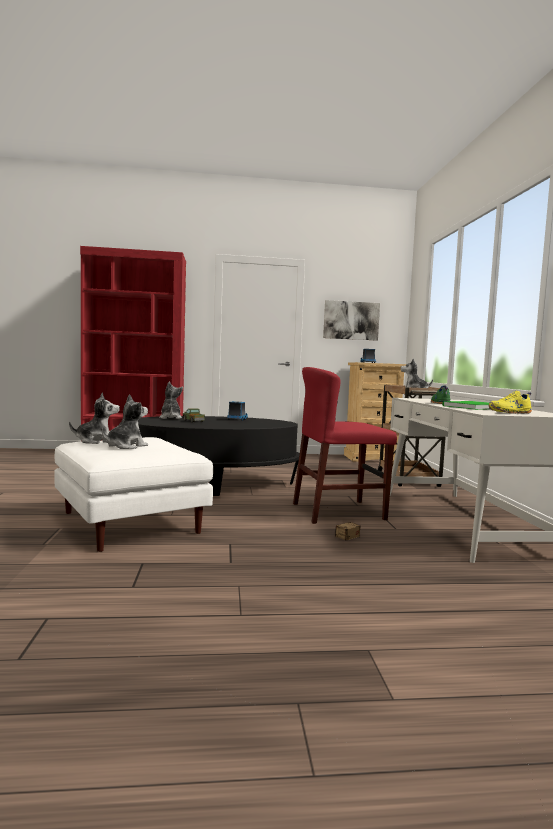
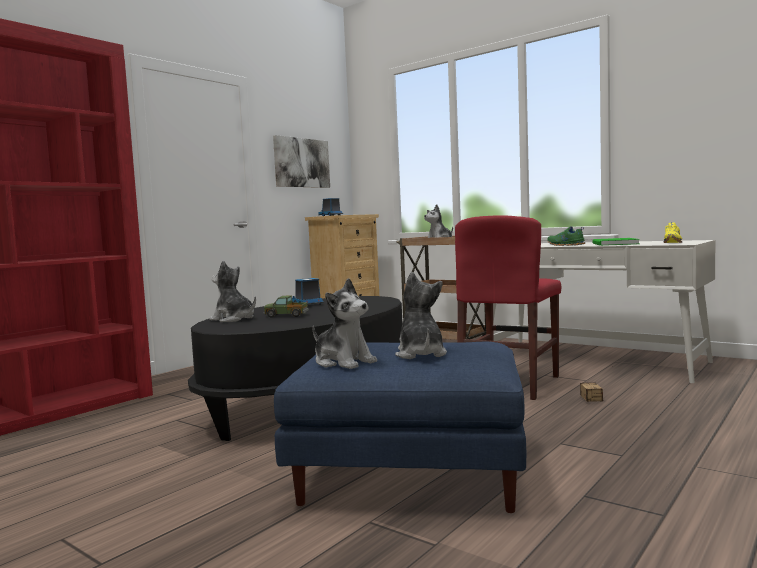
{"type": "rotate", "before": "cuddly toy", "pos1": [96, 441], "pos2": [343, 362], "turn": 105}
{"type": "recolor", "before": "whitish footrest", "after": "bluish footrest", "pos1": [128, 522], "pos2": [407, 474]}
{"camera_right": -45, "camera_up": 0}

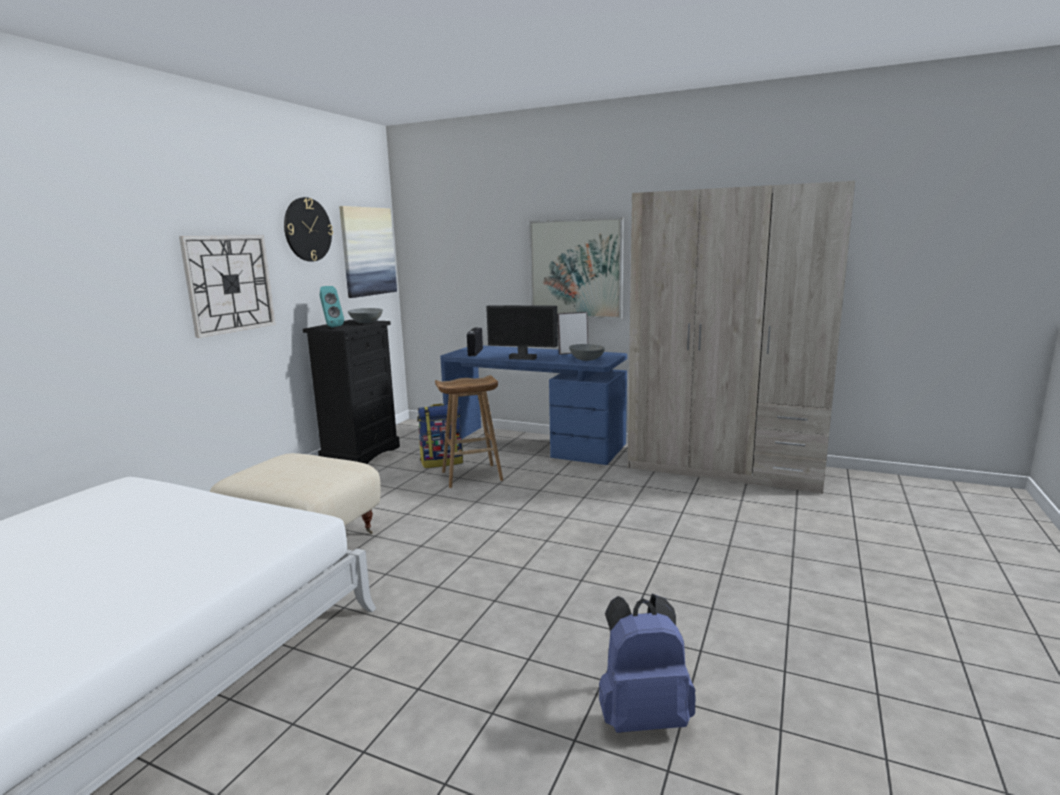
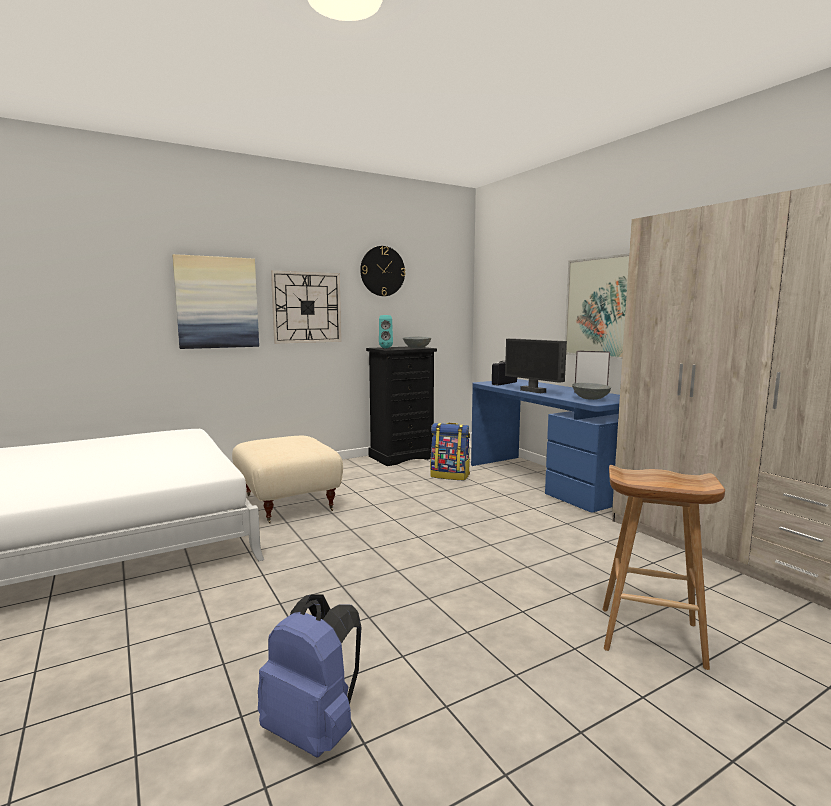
{"type": "move", "before": "picture", "pos1": [368, 251], "pos2": [217, 302]}
{"type": "move", "before": "brownish sitting stool", "pos1": [471, 476], "pos2": [649, 637]}
{"camera_right": 35, "camera_up": -5}

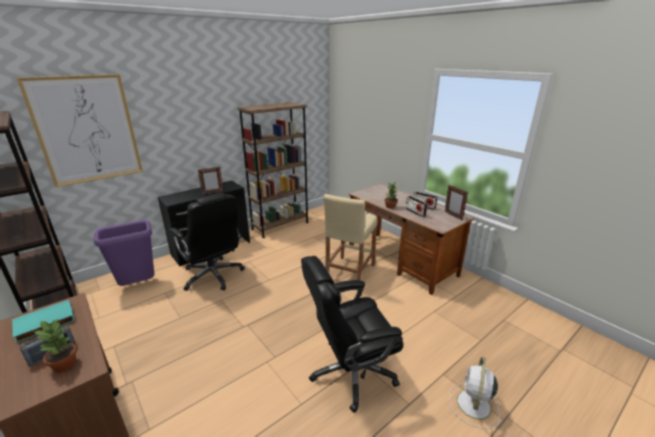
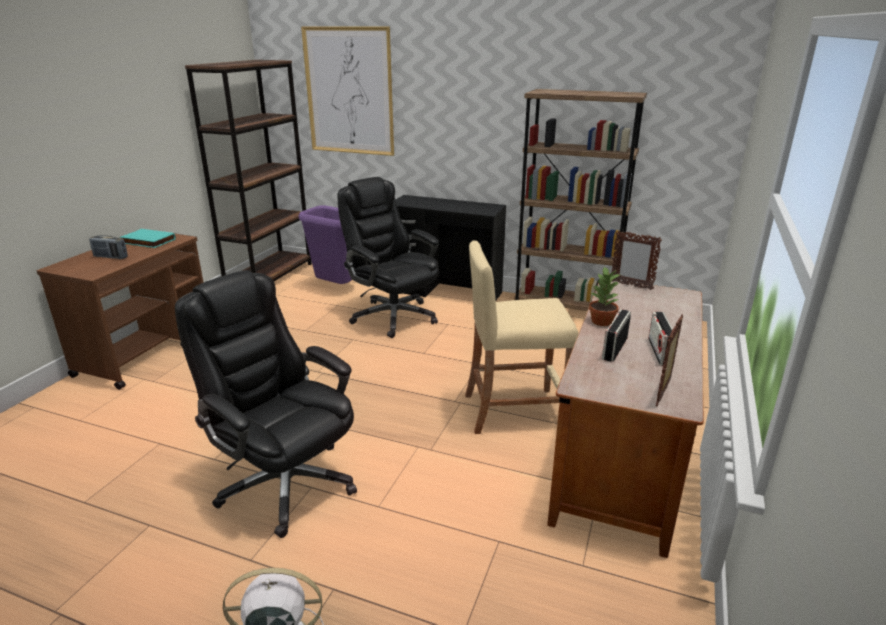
{"type": "move", "before": "picture frame", "pos1": [212, 193], "pos2": [631, 285]}
{"type": "rotate", "before": "black computer chair", "pos1": [213, 276], "pos2": [392, 316], "turn": 120}
{"type": "delete", "before": "houseplant", "pos1": [65, 364]}
{"camera_right": 60, "camera_up": 0}

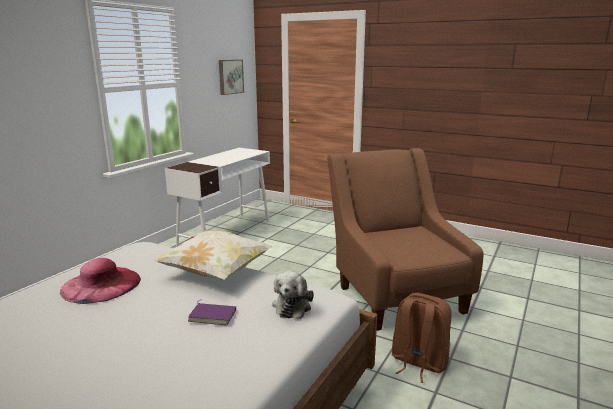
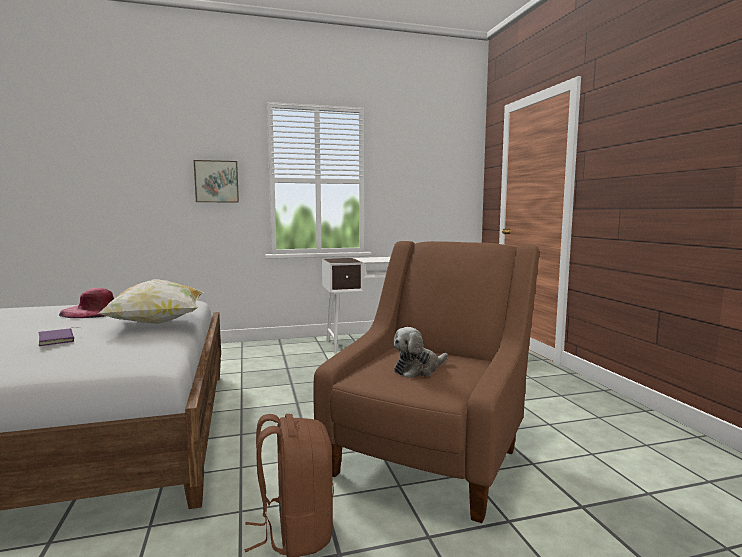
{"type": "move", "before": "picture", "pos1": [230, 76], "pos2": [216, 181]}
{"type": "move", "before": "cuddly toy", "pos1": [292, 305], "pos2": [418, 369]}
{"camera_right": 45, "camera_up": -10}

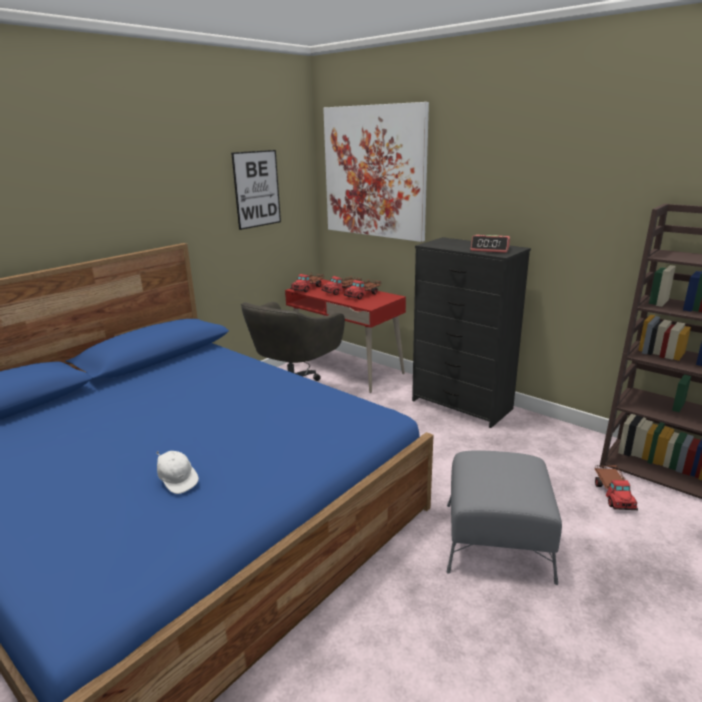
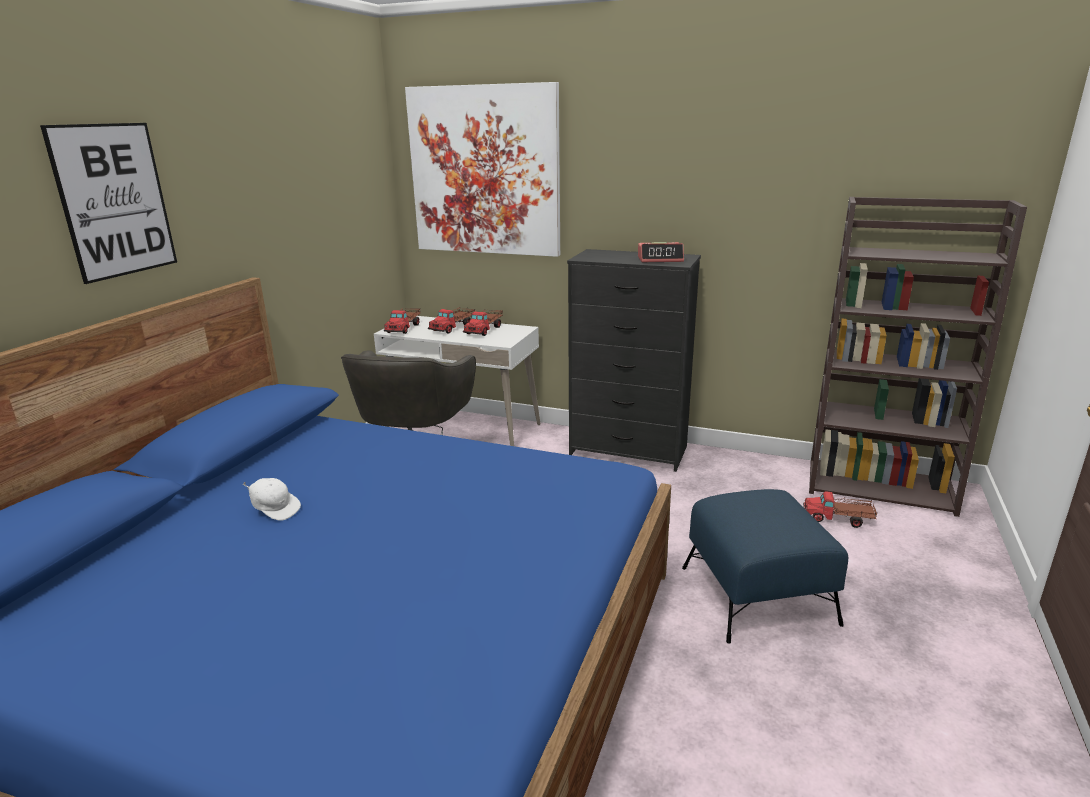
{"type": "move", "before": "picture", "pos1": [257, 189], "pos2": [114, 201]}
{"type": "recolor", "before": "red desk table", "after": "whitish desk table", "pos1": [346, 369], "pos2": [463, 429]}
{"type": "recolor", "before": "greyish footrest", "after": "bluish footrest", "pos1": [496, 541], "pos2": [757, 595]}
{"type": "move", "before": "whitish baseball cap", "pos1": [177, 480], "pos2": [275, 509]}
{"type": "rotate", "before": "toy lorry", "pos1": [613, 494], "pos2": [838, 519], "turn": 120}
{"camera_right": -20, "camera_up": 0}

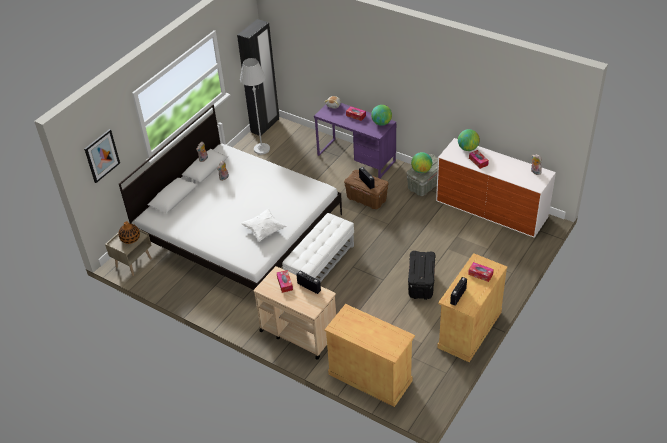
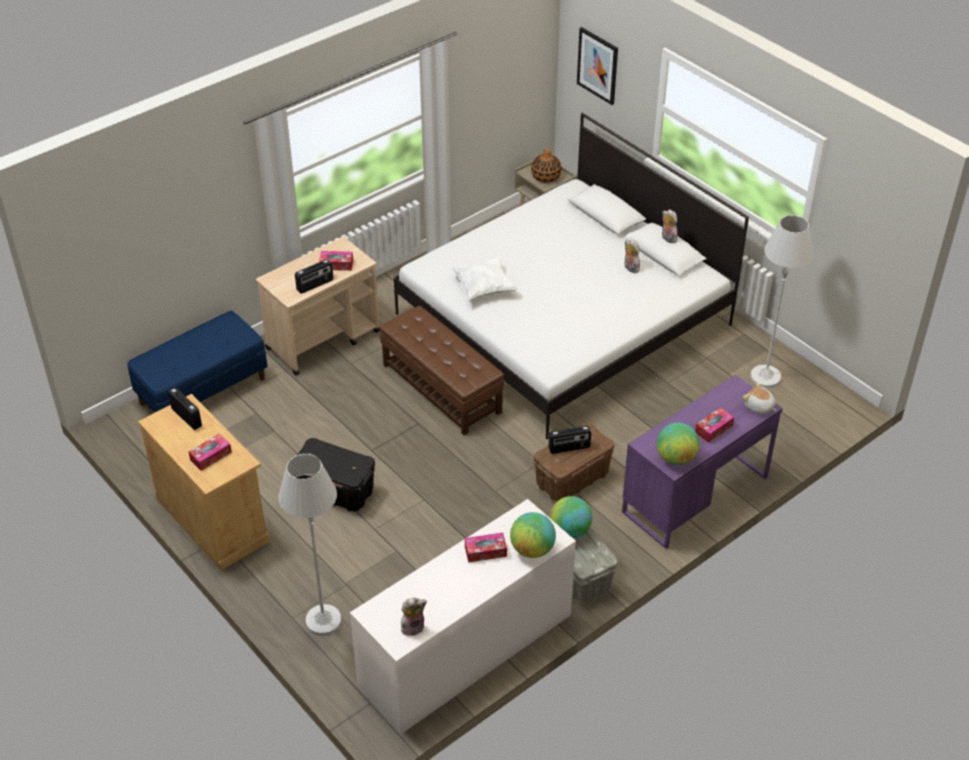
{"type": "delete", "before": "black wardrobe", "pos1": [265, 126]}
{"type": "recolor", "before": "whitish footrest", "after": "brownish footrest", "pos1": [320, 265], "pos2": [442, 388]}
{"type": "replace", "before": "beige storage cabinet", "after": "bluish indoor bench", "pos1": [370, 377], "pos2": [203, 390]}
{"type": "insert", "after": "whitish floor lamp", "pos2": [323, 620]}
{"camera_right": 105, "camera_up": 0}

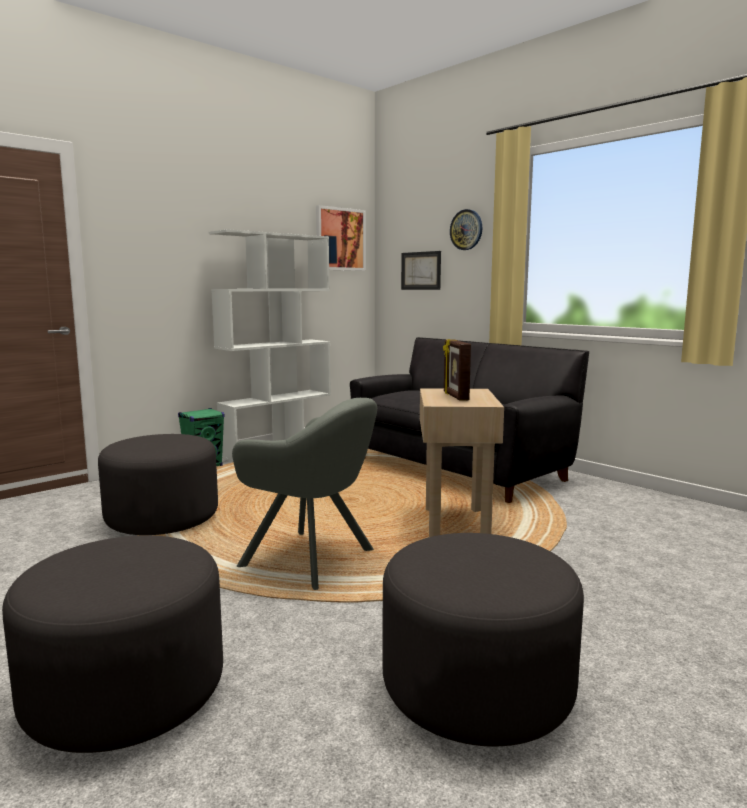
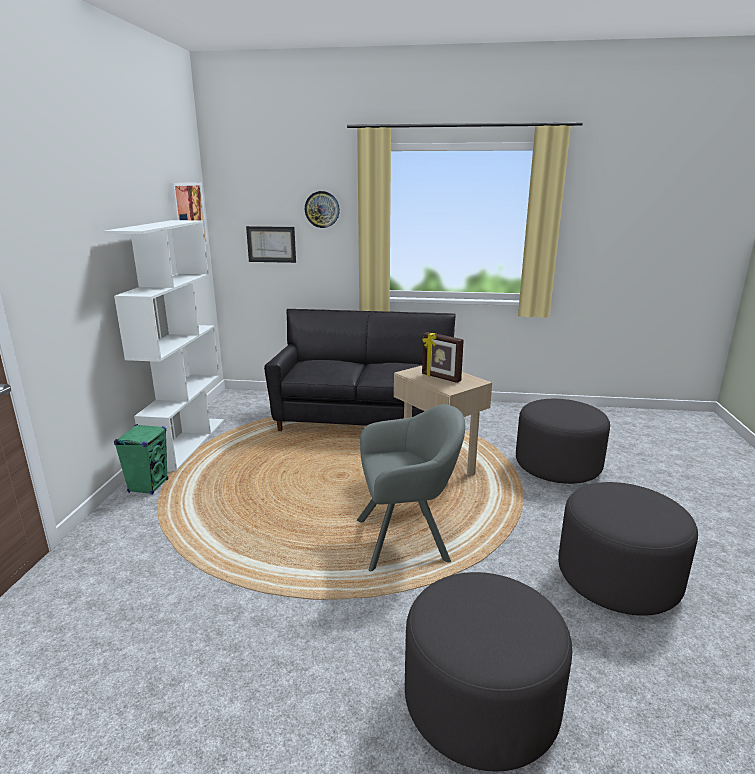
{"type": "move", "before": "greyish footrest", "pos1": [162, 518], "pos2": [558, 465]}
{"camera_right": -40, "camera_up": 10}

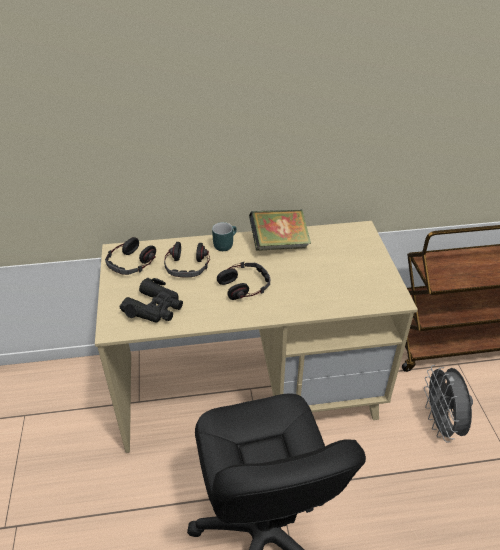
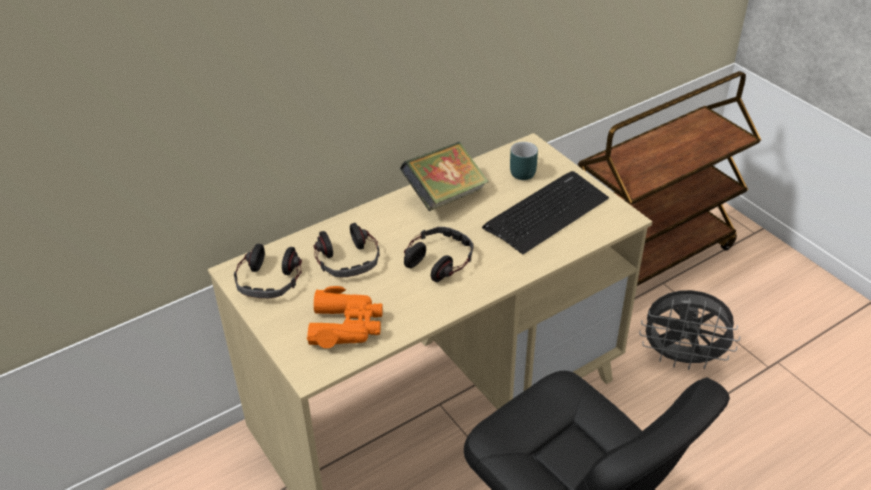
{"type": "move", "before": "blue-green tea mug", "pos1": [224, 244], "pos2": [521, 170]}
{"type": "recolor", "before": "black field glasses", "after": "orange-coloured field glasses", "pos1": [155, 308], "pos2": [346, 325]}
{"type": "rotate", "before": "greyish cooling fan", "pos1": [441, 424], "pos2": [682, 359], "turn": -45}
{"type": "insert", "after": "PC keyboard", "pos2": [546, 212]}
{"camera_right": -25, "camera_up": 0}

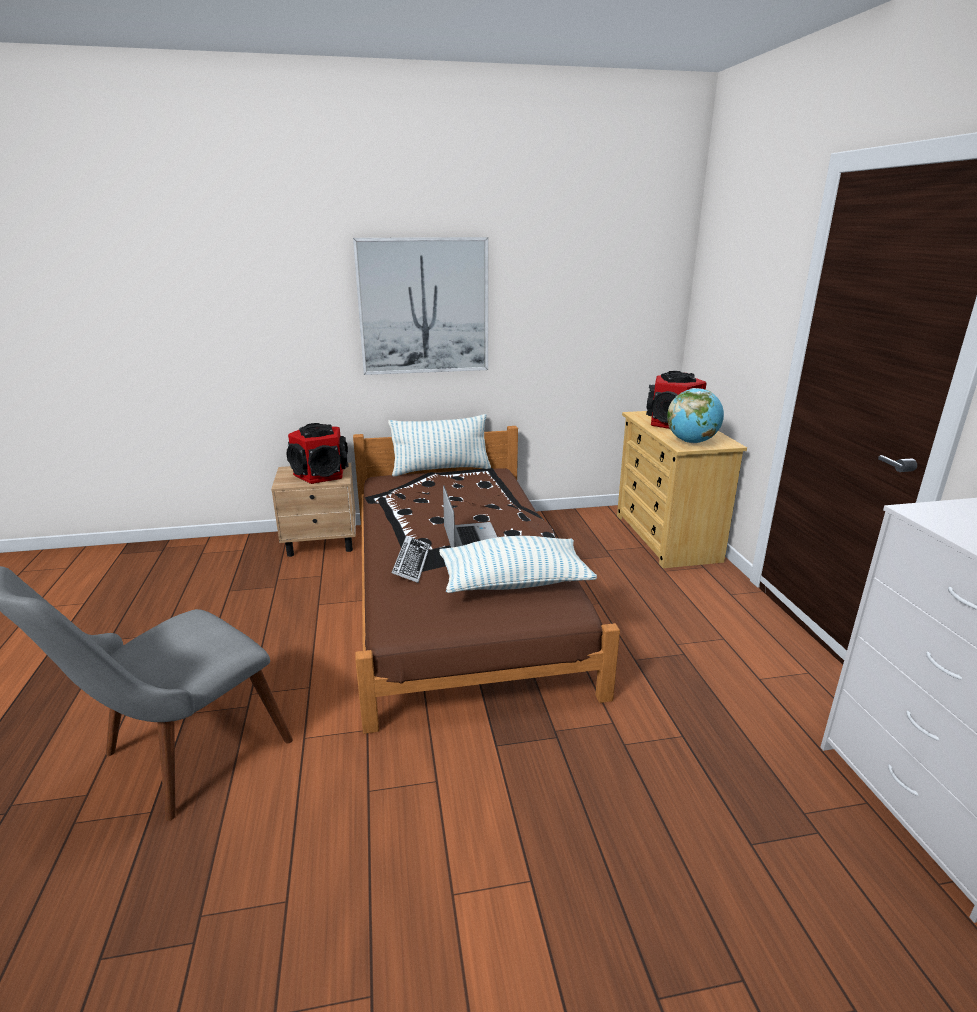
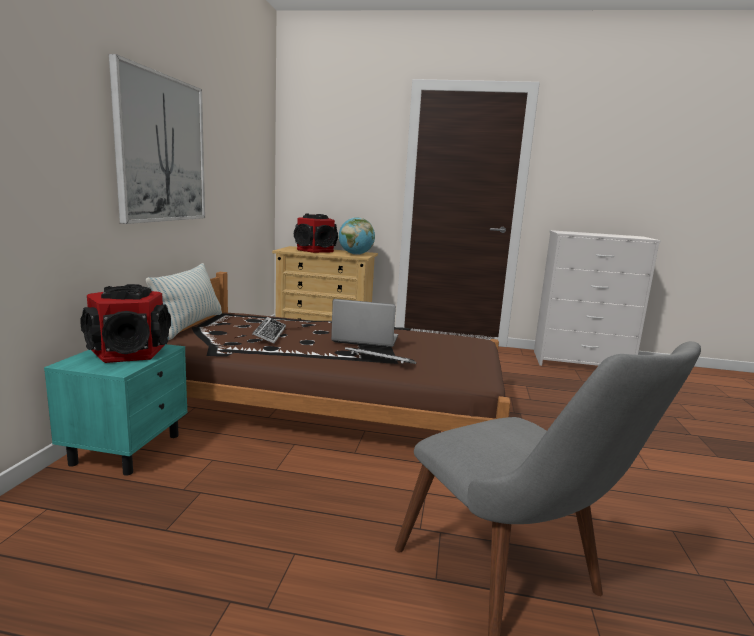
{"type": "recolor", "before": "beige night table", "after": "blue-green night table", "pos1": [322, 543], "pos2": [128, 448]}
{"type": "delete", "before": "cushion", "pos1": [514, 582]}
{"type": "insert", "after": "PC keyboard", "pos2": [269, 334]}
{"camera_right": -70, "camera_up": -10}

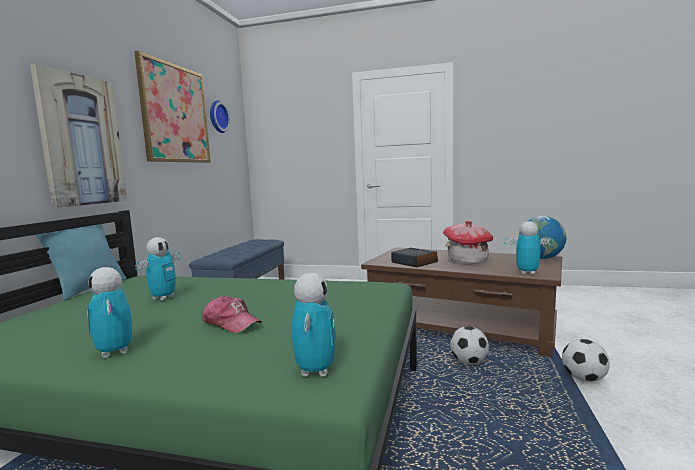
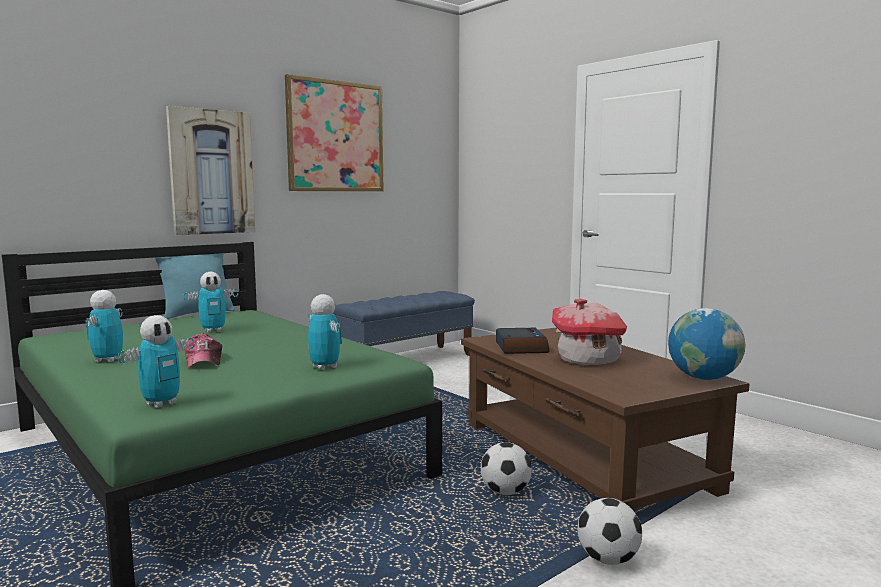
{"type": "delete", "before": "hanging clock", "pos1": [217, 117]}
{"type": "move", "before": "robot figure", "pos1": [527, 273], "pos2": [324, 367]}
{"camera_right": 35, "camera_up": 0}

